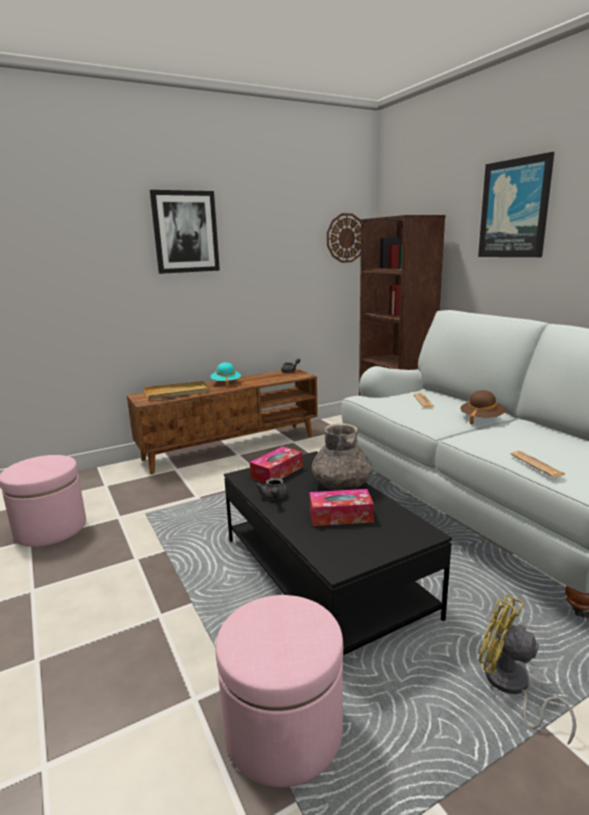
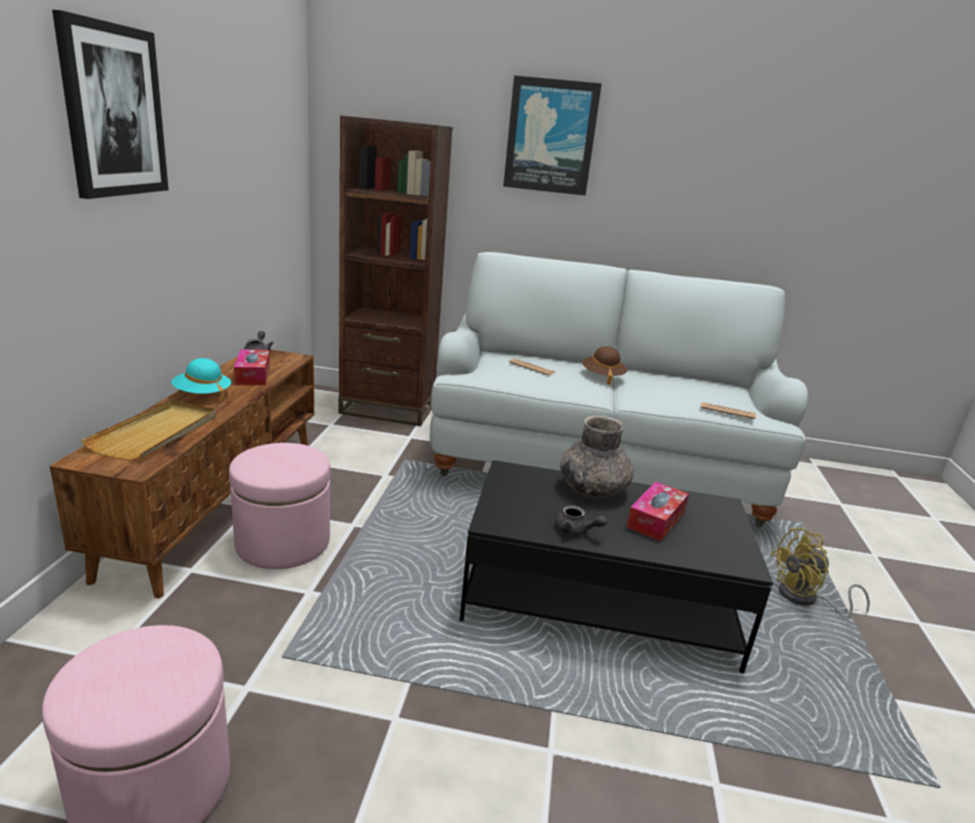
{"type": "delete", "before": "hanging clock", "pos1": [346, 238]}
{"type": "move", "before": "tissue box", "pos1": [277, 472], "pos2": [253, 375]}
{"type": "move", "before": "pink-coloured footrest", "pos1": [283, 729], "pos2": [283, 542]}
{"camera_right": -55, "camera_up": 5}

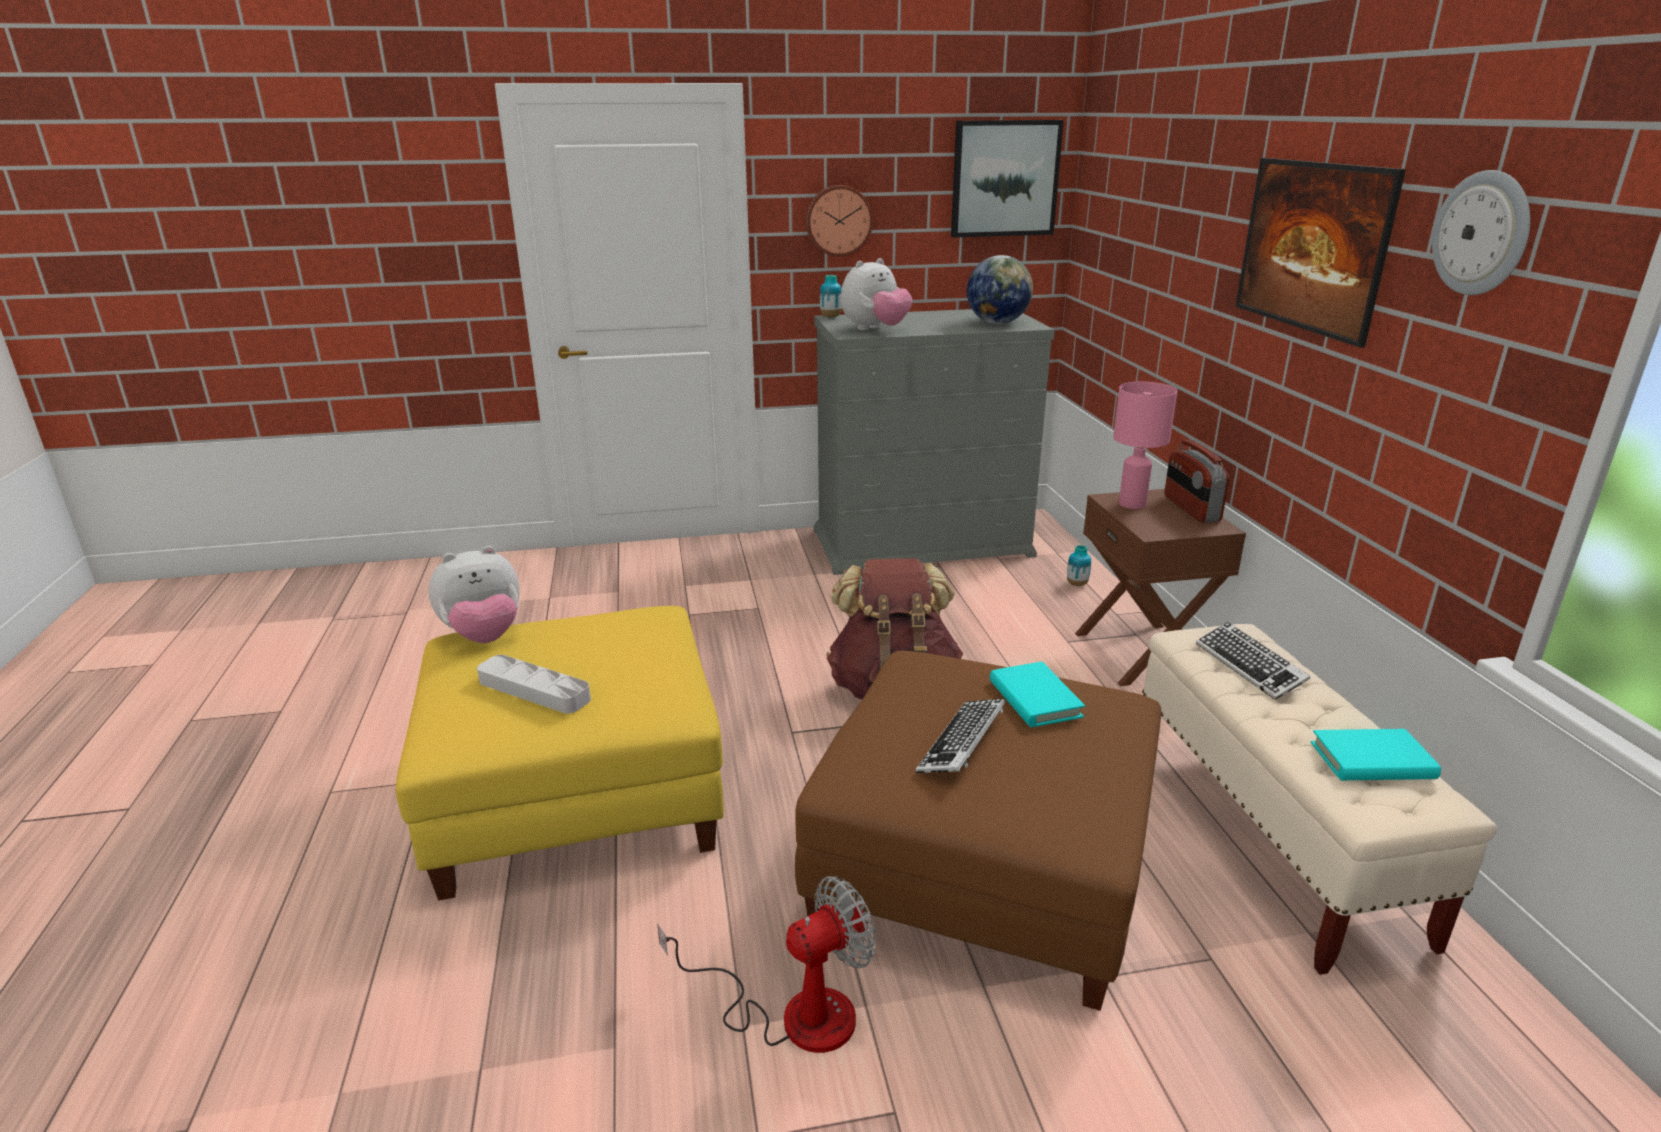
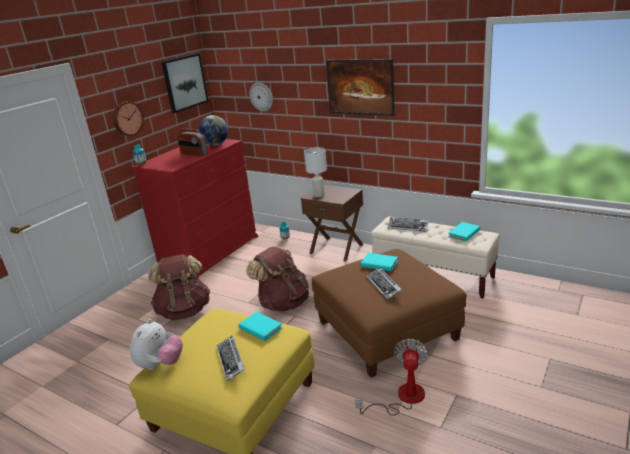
{"type": "move", "before": "hanging clock", "pos1": [1482, 233], "pos2": [261, 96]}
{"type": "delete", "before": "cuddly toy", "pos1": [875, 329]}
{"type": "recolor", "before": "greyish dresser", "after": "red dresser", "pos1": [922, 543], "pos2": [209, 252]}
{"type": "recolor", "before": "pink-coloured tabletop lamp", "after": "whitish tabletop lamp", "pos1": [1131, 504], "pos2": [319, 195]}
{"type": "move", "before": "radio receiver", "pos1": [1190, 509], "pos2": [194, 154]}
{"type": "replace", "before": "greyish carrying tray", "after": "PC keyboard", "pos1": [534, 690], "pos2": [231, 360]}
{"type": "insert", "after": "brownish rucksack", "pos2": [184, 311]}
{"type": "insert", "after": "blue-green book", "pos2": [260, 328]}
{"camera_right": -45, "camera_up": 0}

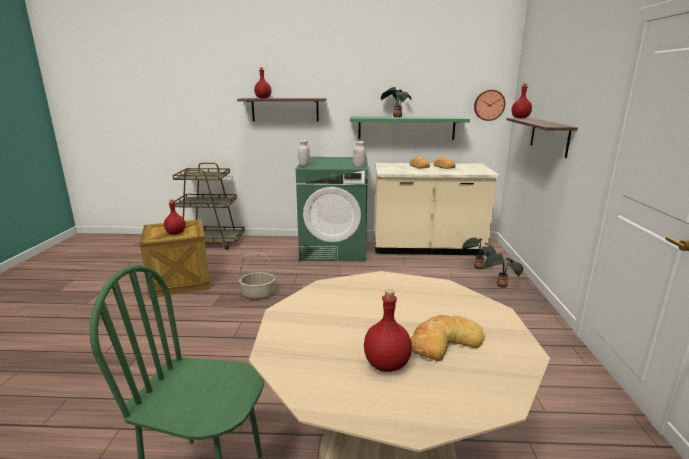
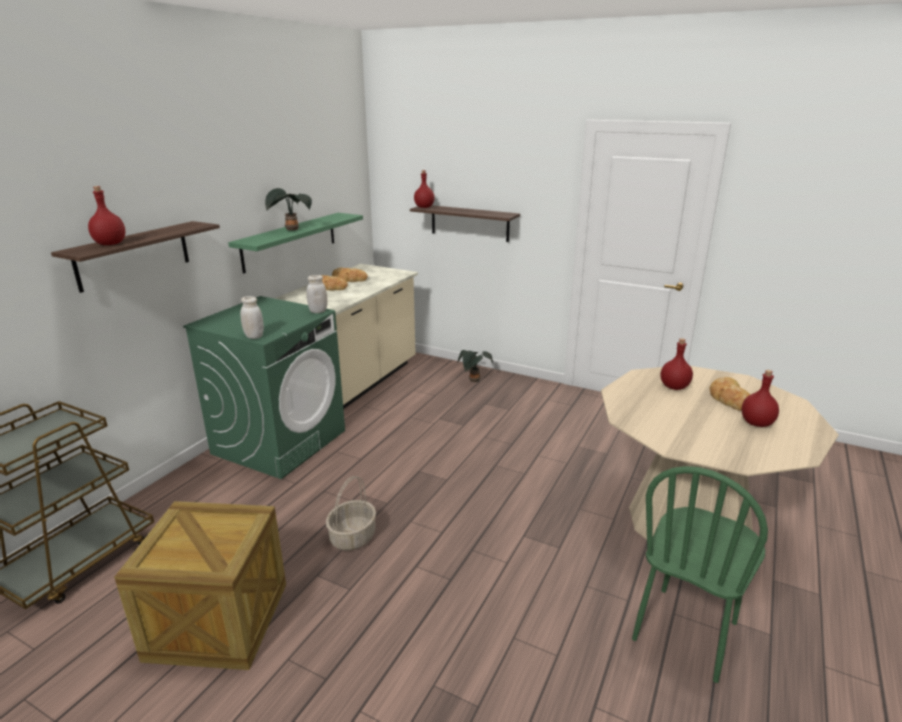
{"type": "delete", "before": "hanging clock", "pos1": [489, 105]}
{"type": "move", "before": "red drink bottle", "pos1": [176, 233], "pos2": [674, 387]}
{"type": "delete", "before": "houseplant", "pos1": [477, 268]}
{"camera_right": -65, "camera_up": 5}

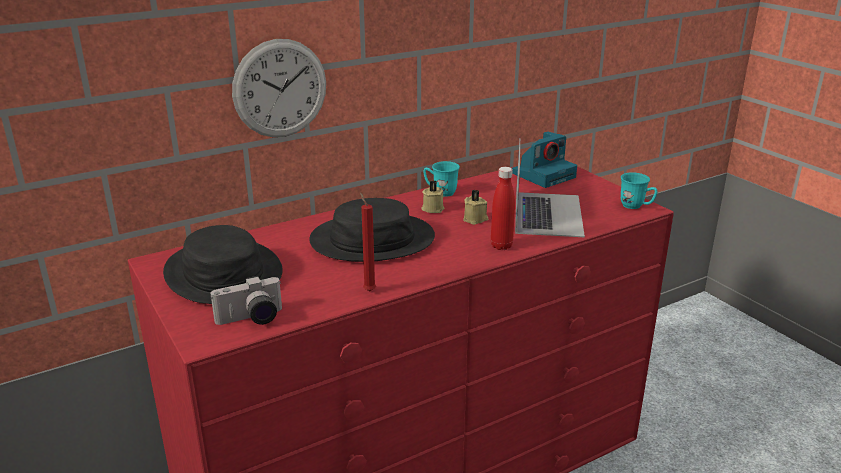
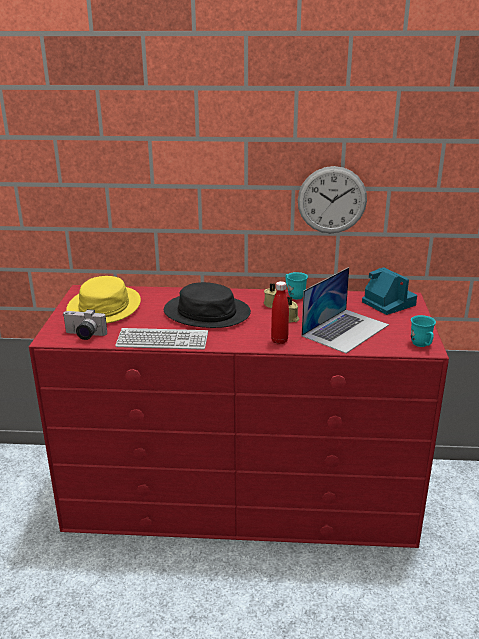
{"type": "move", "before": "hanging clock", "pos1": [280, 89], "pos2": [332, 200]}
{"type": "rotate", "before": "photo camera", "pos1": [544, 175], "pos2": [387, 303], "turn": -120}
{"type": "replace", "before": "red candle", "after": "PC keyboard", "pos1": [368, 290], "pos2": [162, 340]}
{"type": "recolor", "before": "black wearable hat", "after": "yellow-coloured wearable hat", "pos1": [223, 273], "pos2": [104, 306]}
{"camera_right": 35, "camera_up": 0}

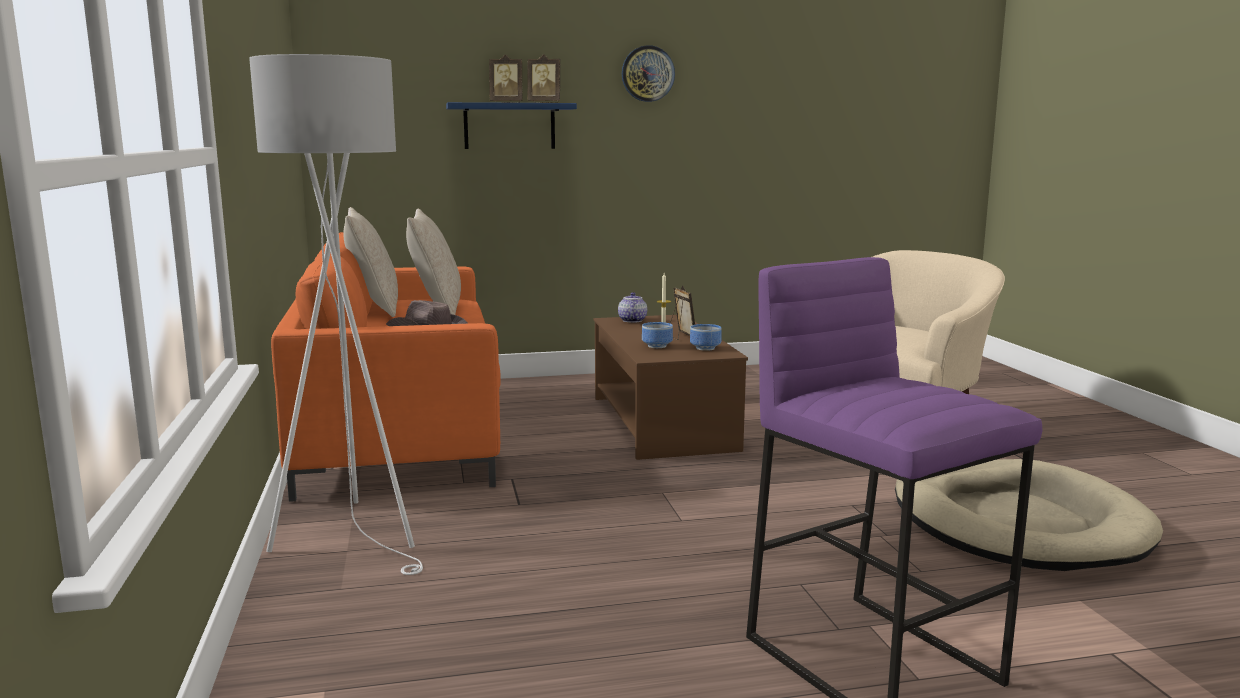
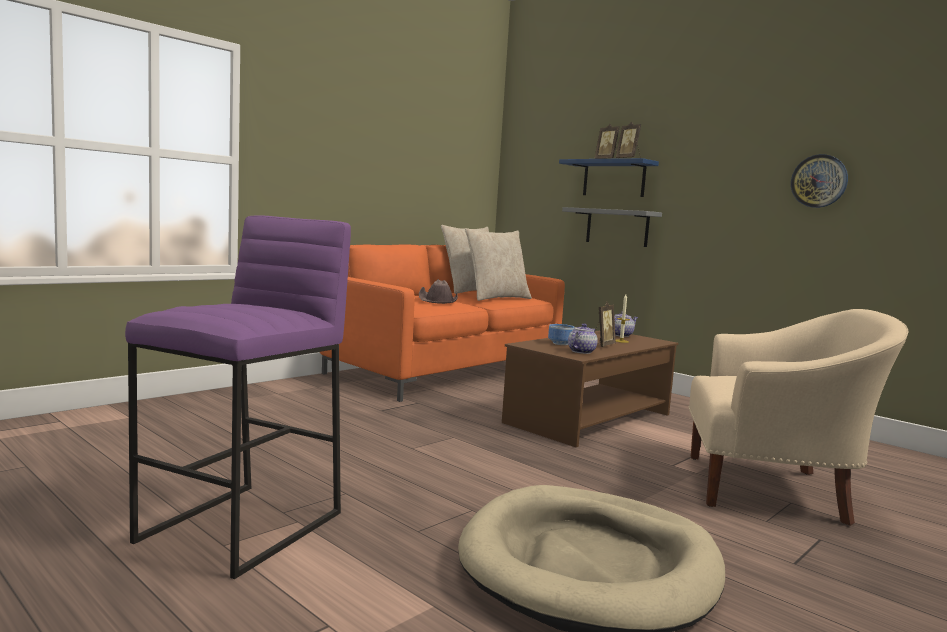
{"type": "move", "before": "hanging clock", "pos1": [647, 73], "pos2": [819, 181]}
{"type": "delete", "before": "whitish floor lamp", "pos1": [357, 535]}
{"type": "replace", "before": "bowl", "after": "teapot", "pos1": [704, 348], "pos2": [581, 351]}
{"type": "insert", "after": "greyish bracket shelf", "pos2": [617, 227]}
{"camera_right": 55, "camera_up": -5}

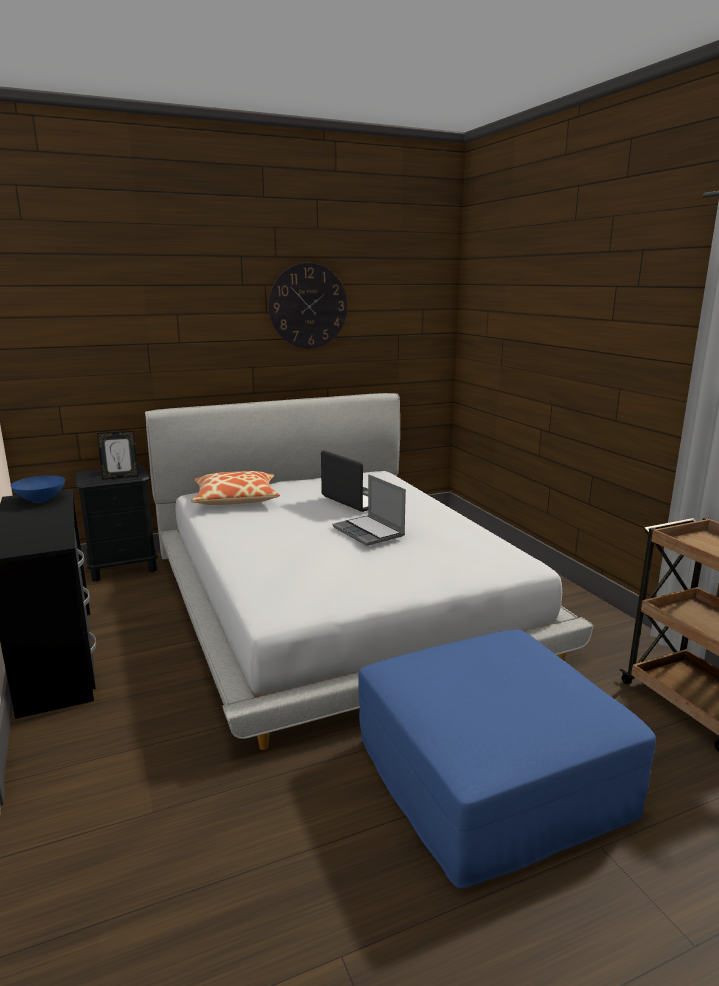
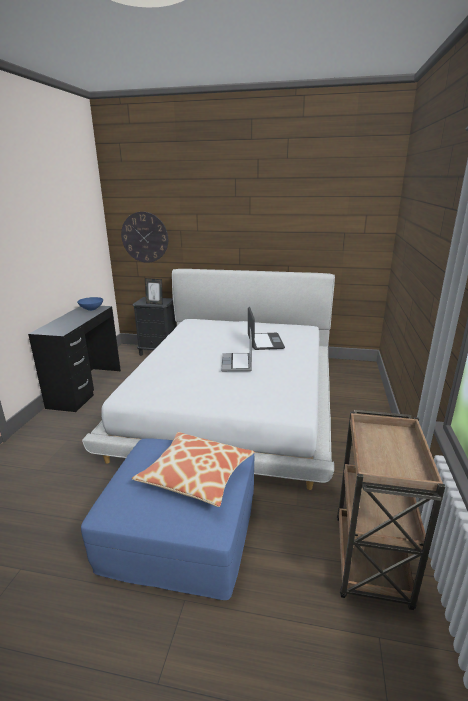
{"type": "move", "before": "hanging clock", "pos1": [308, 306], "pos2": [144, 237]}
{"type": "move", "before": "cushion", "pos1": [236, 499], "pos2": [196, 475]}
{"camera_right": 35, "camera_up": 5}

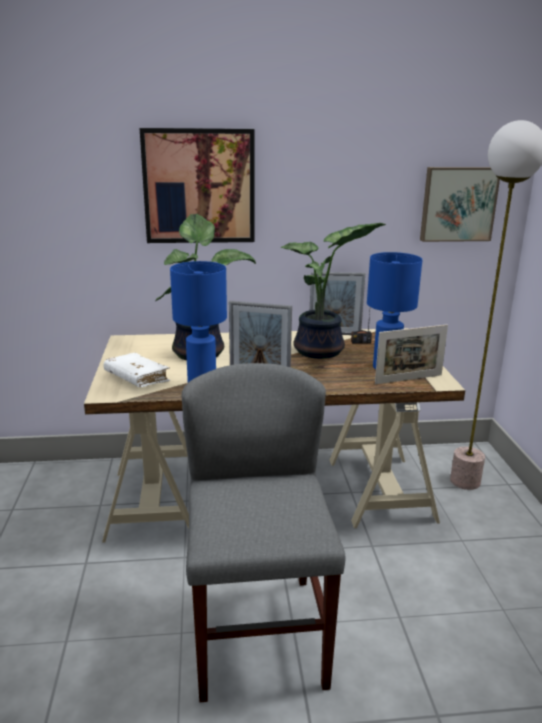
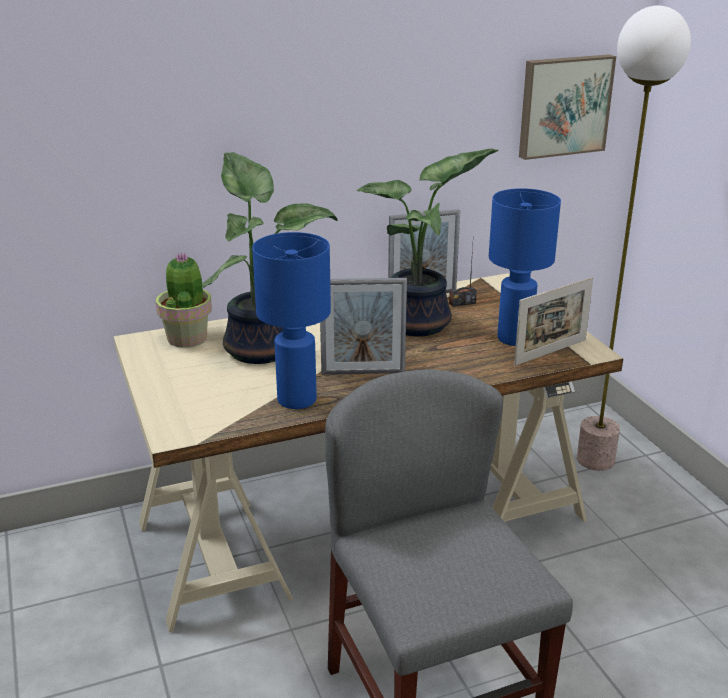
{"type": "delete", "before": "picture", "pos1": [199, 186]}
{"type": "delete", "before": "whitish book", "pos1": [137, 378]}
{"type": "insert", "after": "houseplant", "pos2": [187, 338]}
{"camera_right": -15, "camera_up": 5}

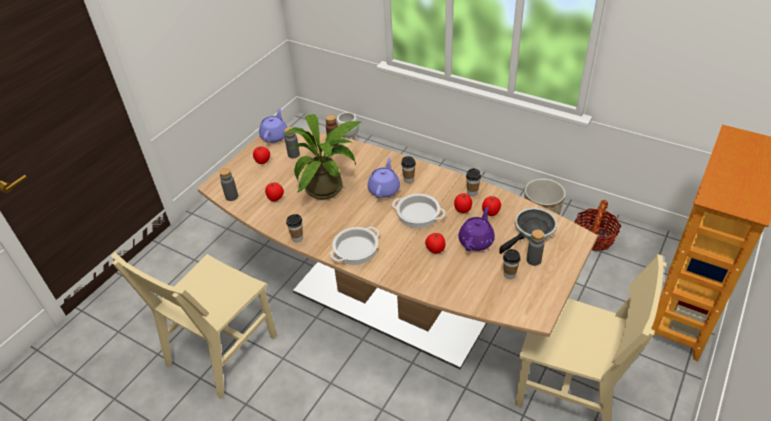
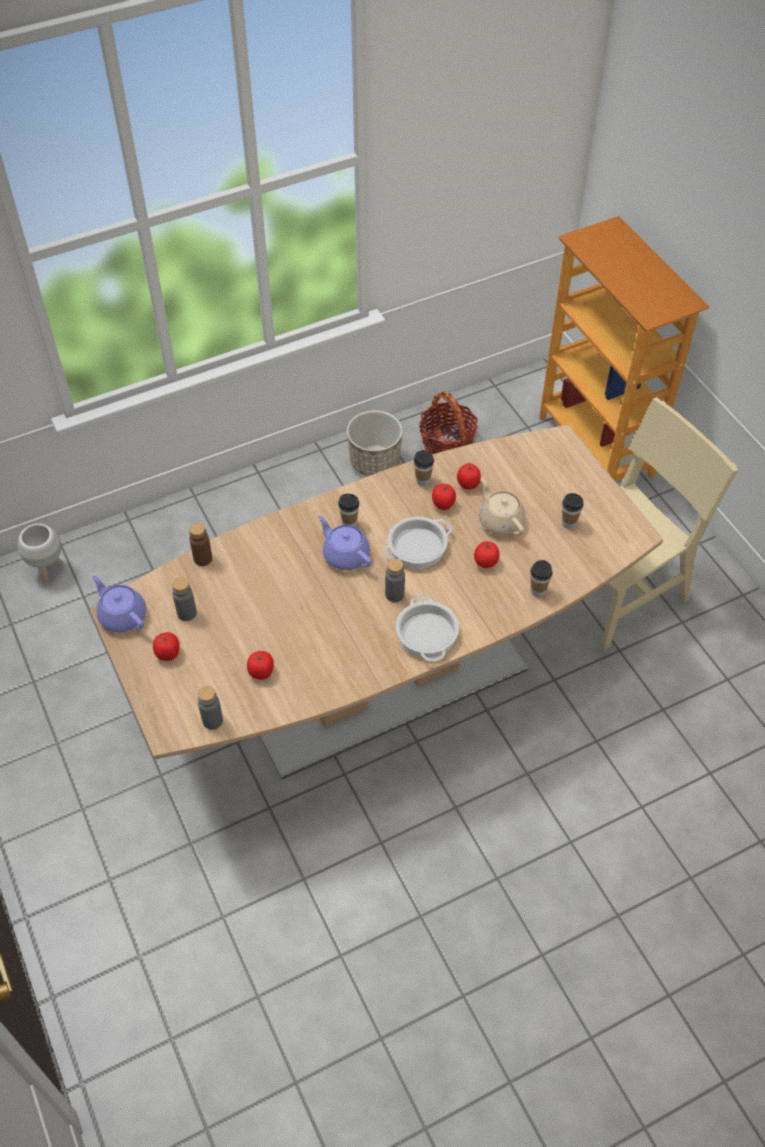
{"type": "delete", "before": "houseplant", "pos1": [329, 187]}
{"type": "recolor", "before": "purplish teapot", "after": "beige teapot", "pos1": [476, 240], "pos2": [500, 521]}
{"type": "delete", "before": "pan", "pos1": [532, 231]}
{"type": "move", "before": "drinking cup", "pos1": [297, 238], "pos2": [538, 591]}
{"type": "move", "before": "greyish drink bottle", "pos1": [533, 260], "pos2": [394, 594]}
{"type": "delete", "before": "beige upright chair", "pos1": [222, 350]}
{"camera_right": -60, "camera_up": 10}

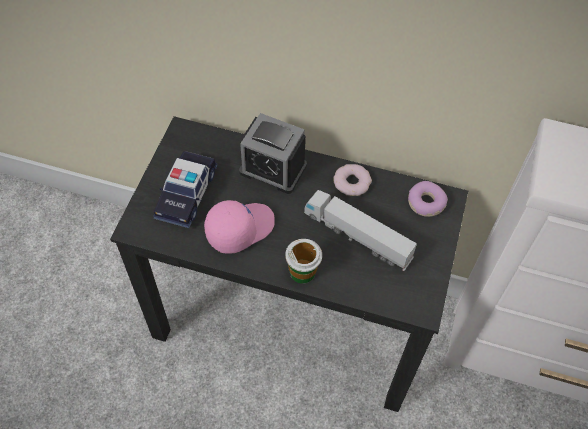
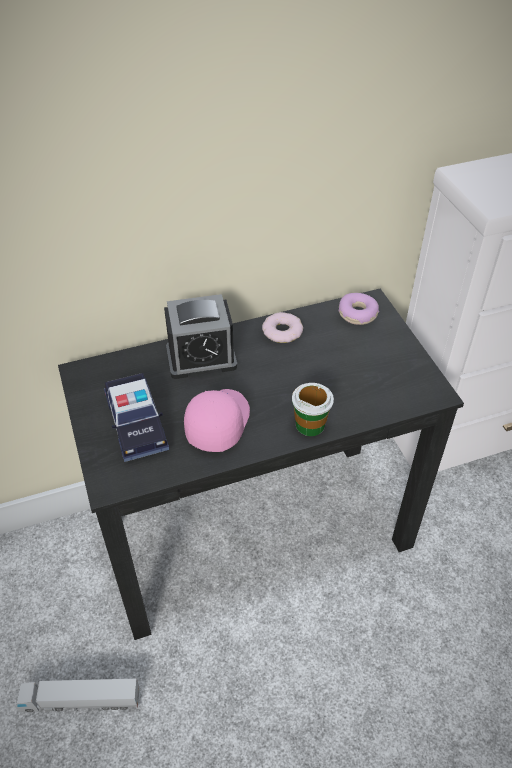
{"type": "move", "before": "toy lorry", "pos1": [357, 236], "pos2": [81, 700]}
{"camera_right": -35, "camera_up": -10}

